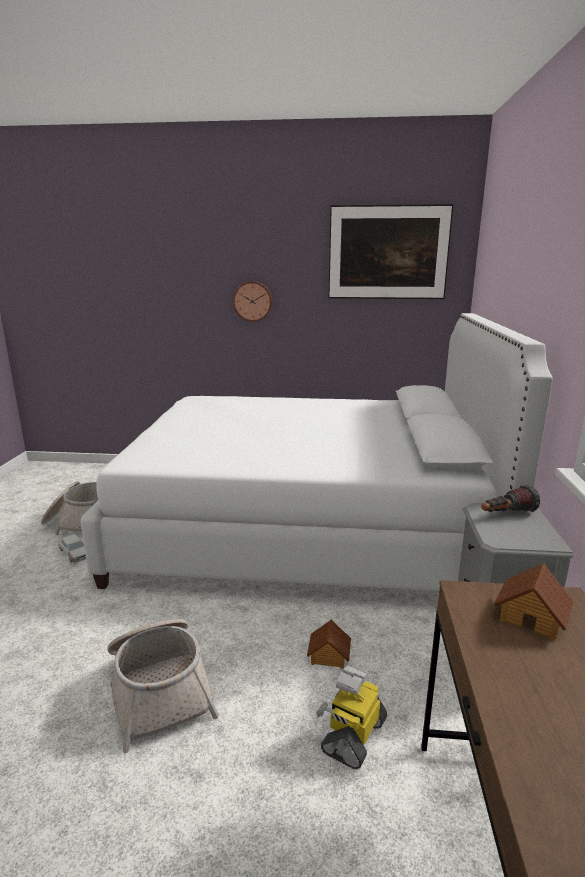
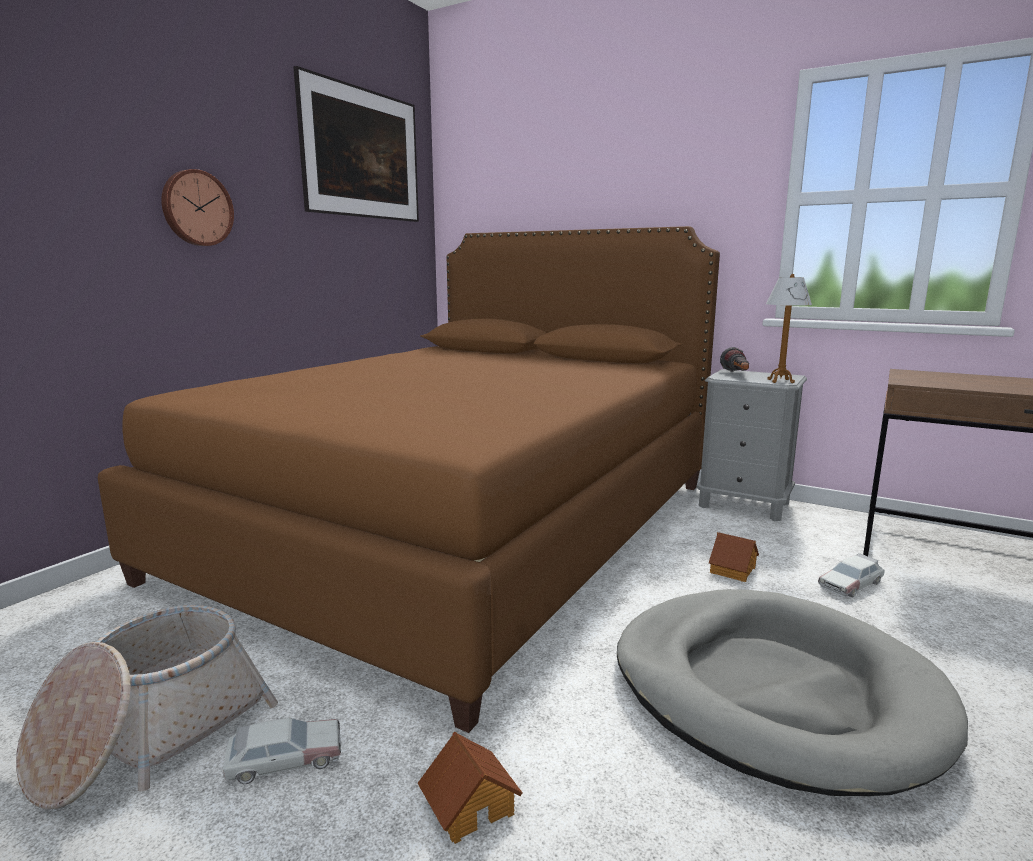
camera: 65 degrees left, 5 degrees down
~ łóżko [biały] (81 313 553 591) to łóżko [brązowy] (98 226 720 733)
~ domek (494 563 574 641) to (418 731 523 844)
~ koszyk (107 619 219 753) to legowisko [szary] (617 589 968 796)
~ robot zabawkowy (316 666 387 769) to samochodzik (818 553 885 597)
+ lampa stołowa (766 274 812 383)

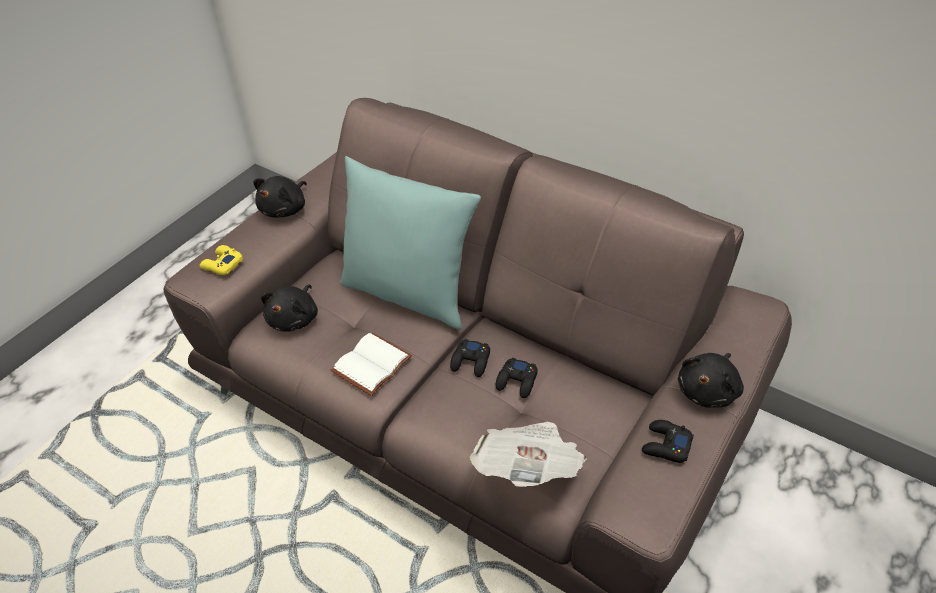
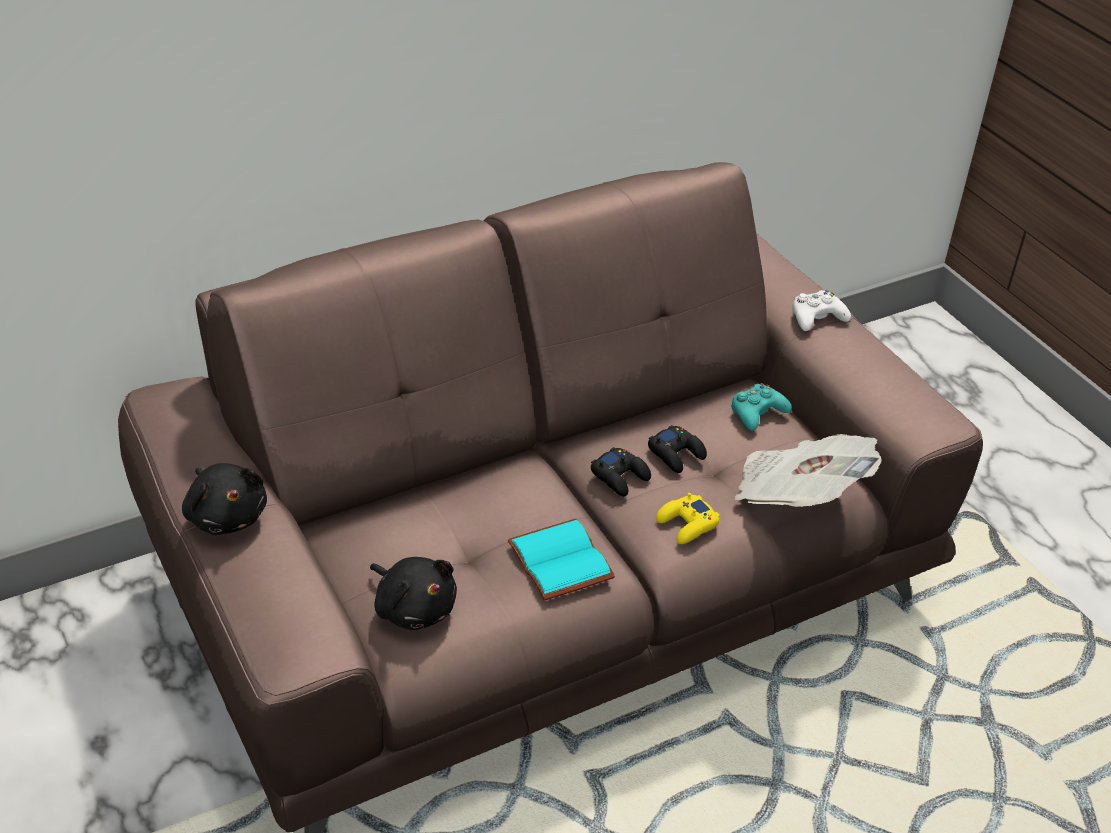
camera: 65 degrees left, 5 degrees down
- poduszka [turkusowy] (340 156 481 330)
~ pad do gier [żółty] (200 245 243 275) to (656 492 720 544)
~ książka [biały] (331 332 412 396) to książka [turkusowy] (508 519 615 600)
~ pluszak [czarny] (678 353 744 408) to pad do gier [biały] (792 290 851 331)
- pad do gier [czarny] (642 420 694 463)
+ pad do gier [turkusowy] (731 383 792 431)

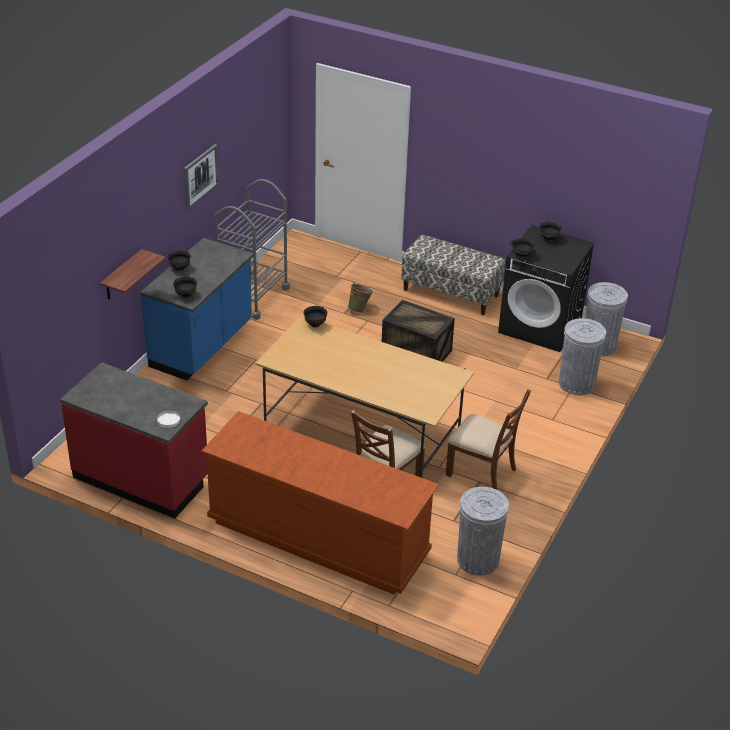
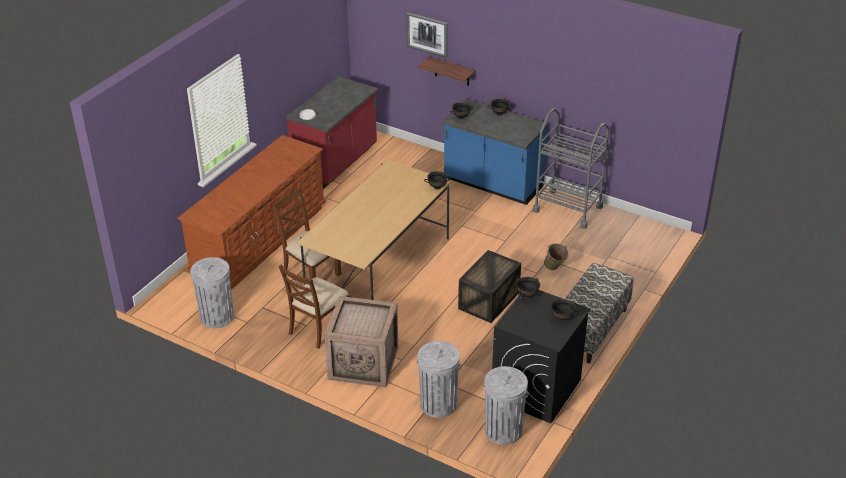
camera: 95 degrees right, 0 degrees up
~ obraz (184 144 219 210) to (407 12 448 58)
+ skrzynka (324 296 398 387)

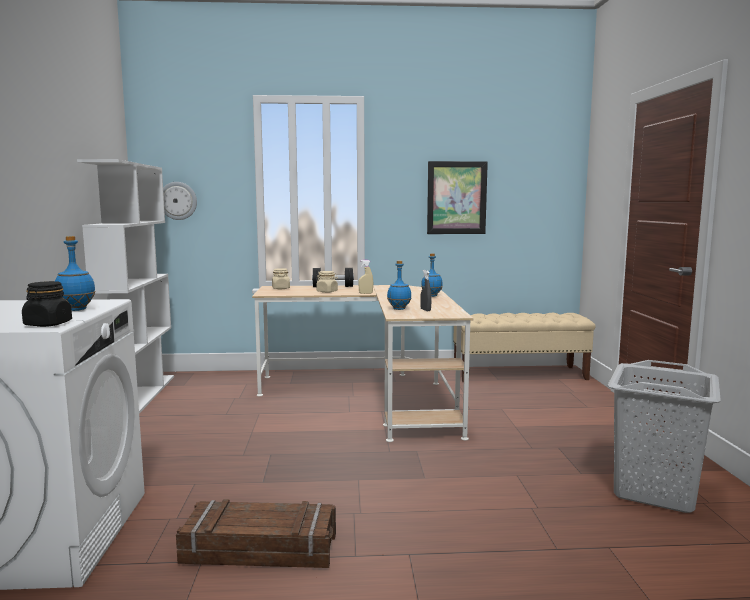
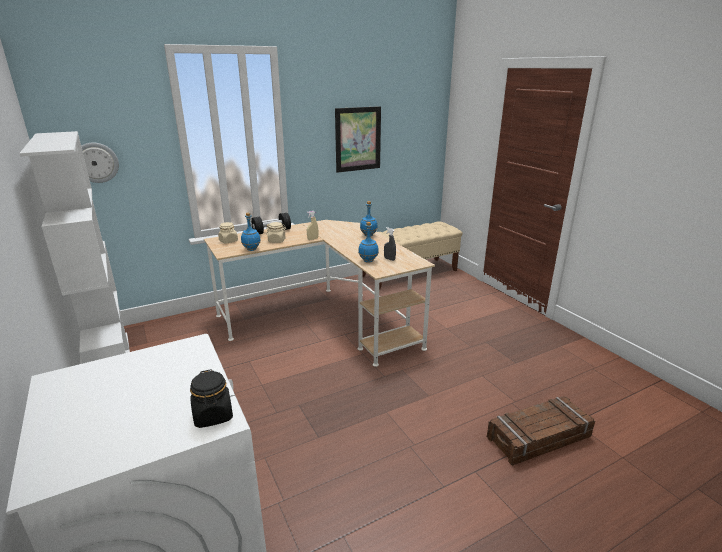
camera: 25 degrees left, 15 degrees up
~ butelka [niebieski] (55 236 96 311) to (241 213 261 251)
- kosz na pranie [szary] (608 360 721 513)
~ skrzynka (176 499 336 568) to (487 396 595 466)

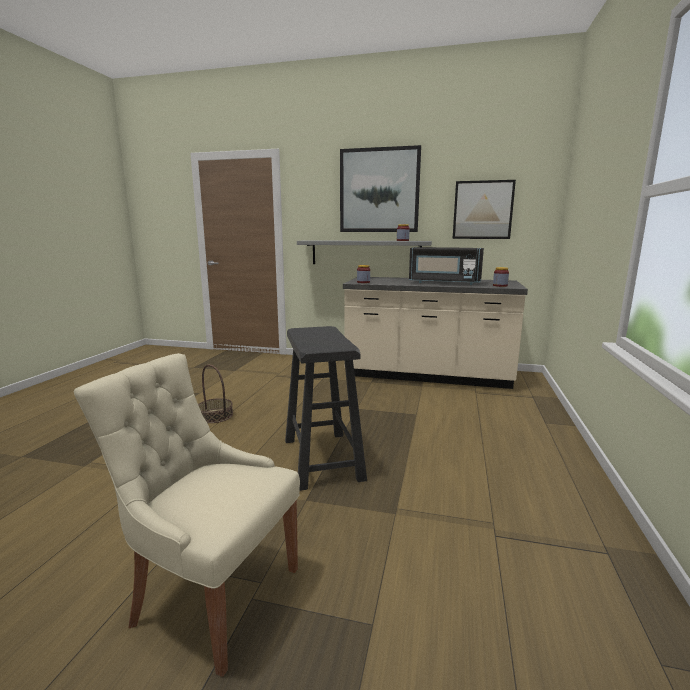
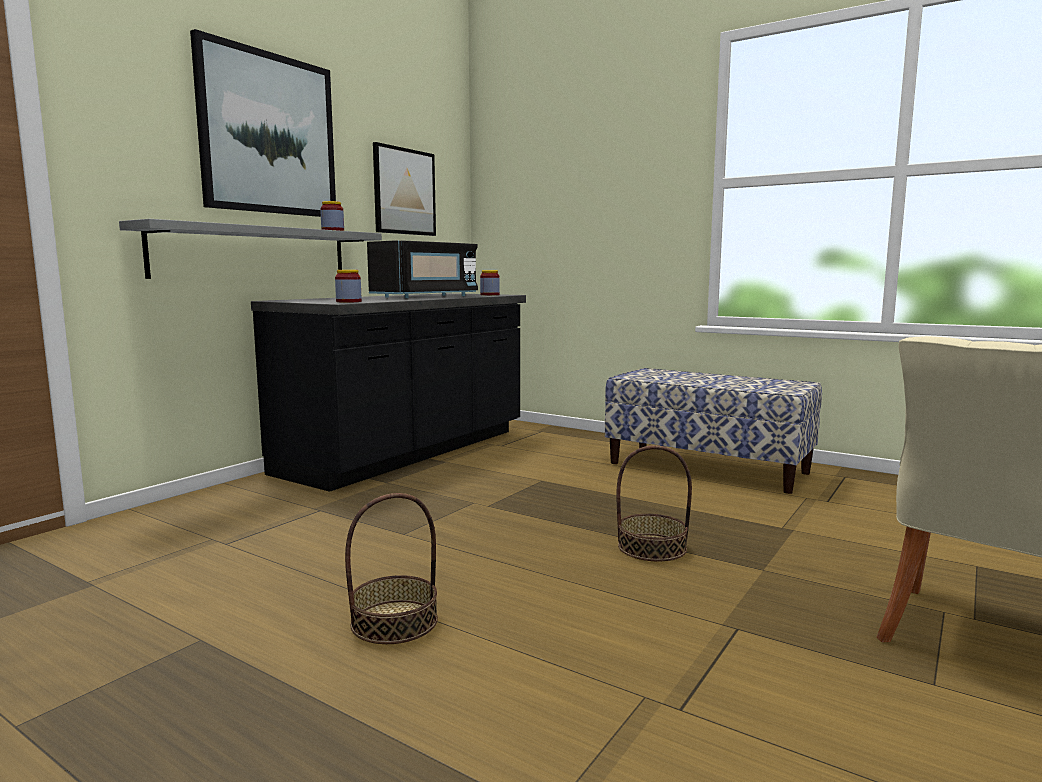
camera: 70 degrees left, 5 degrees down
~ zabudowa kuchenna [beżowy] (343 277 528 389) to zabudowa kuchenna [czarny] (251 293 526 492)
~ stołek [czarny] (285 326 367 491) to koszyk (616 445 692 561)
+ ławka (605 368 822 494)

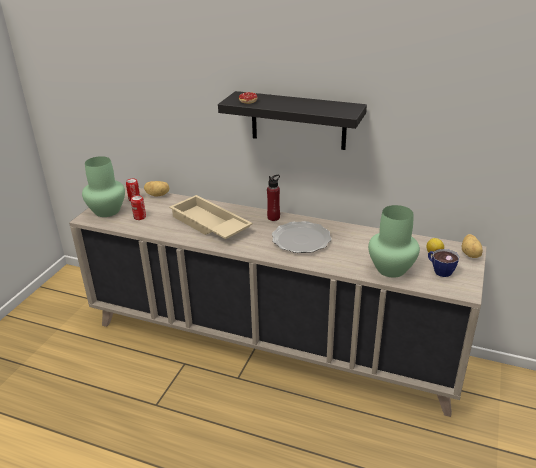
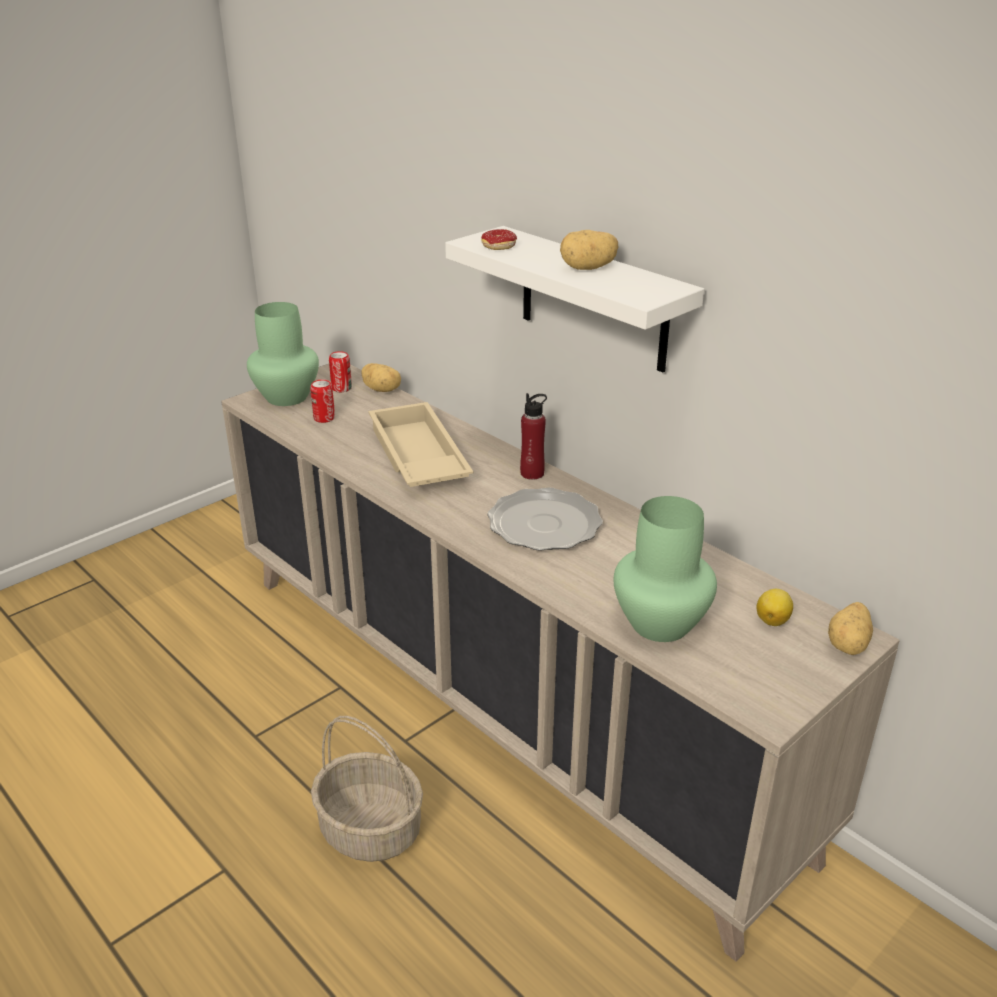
camera: 25 degrees right, 0 degrees up
~ półka [czarny] (218 91 367 150) to półka [biały] (445 226 704 372)
- filiżanka (428 249 459 277)
+ ziemniak (560 230 618 270)
+ koszyk (311 716 423 862)

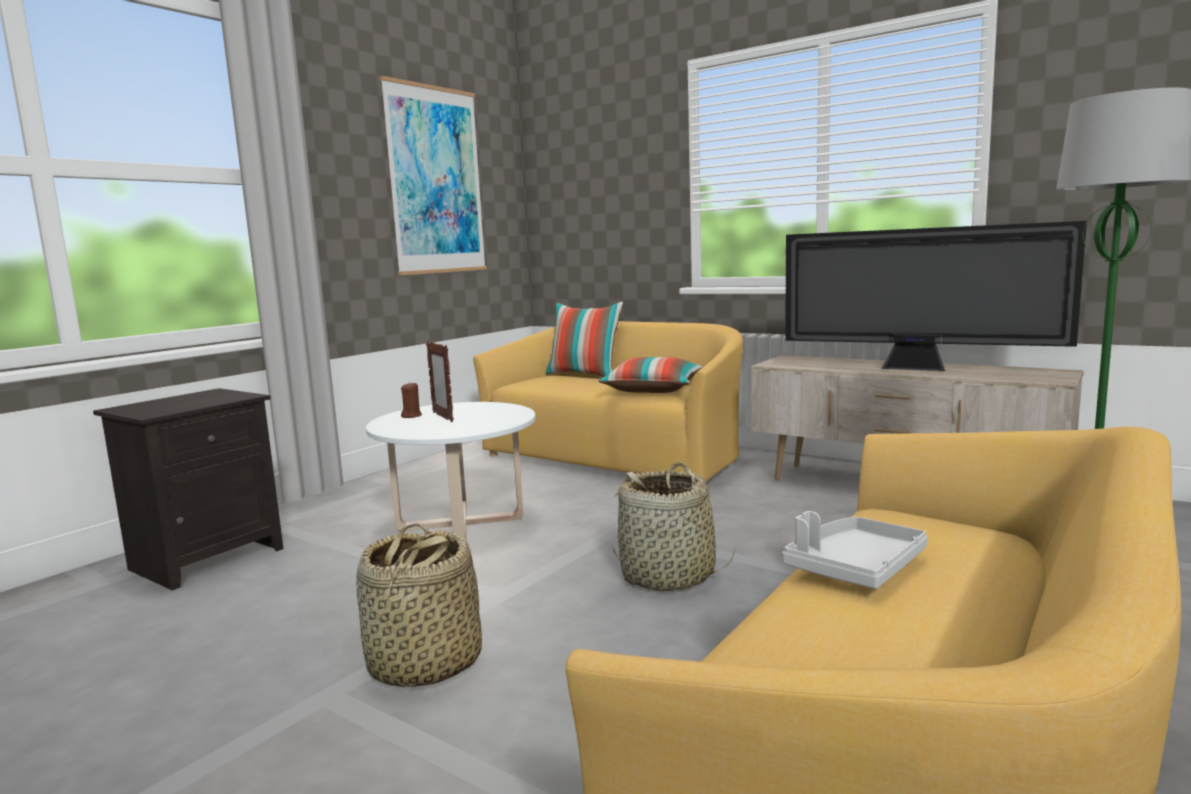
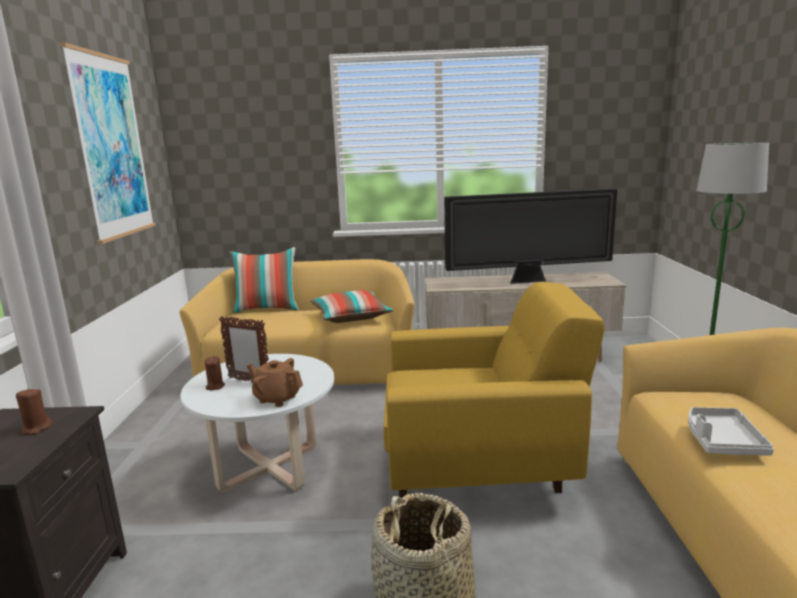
camera: 35 degrees left, 5 degrees up
~ koszyk (612 462 735 591) to fotel [żółty] (384 282 605 497)
+ imbryk [brązowy] (247 358 303 407)
+ świeca [brązowy] (16 388 52 435)

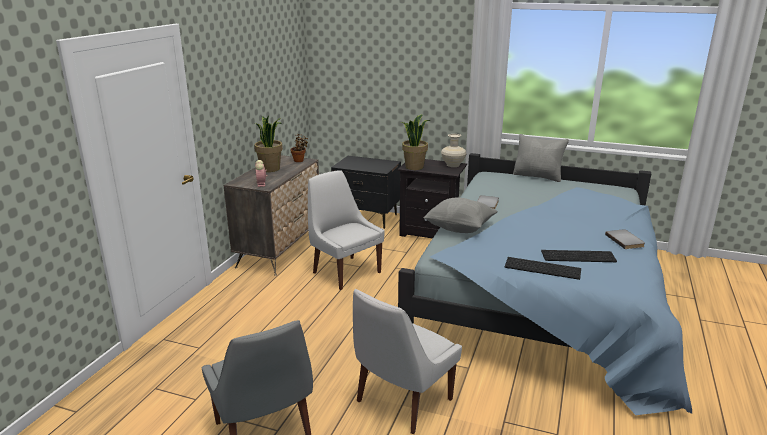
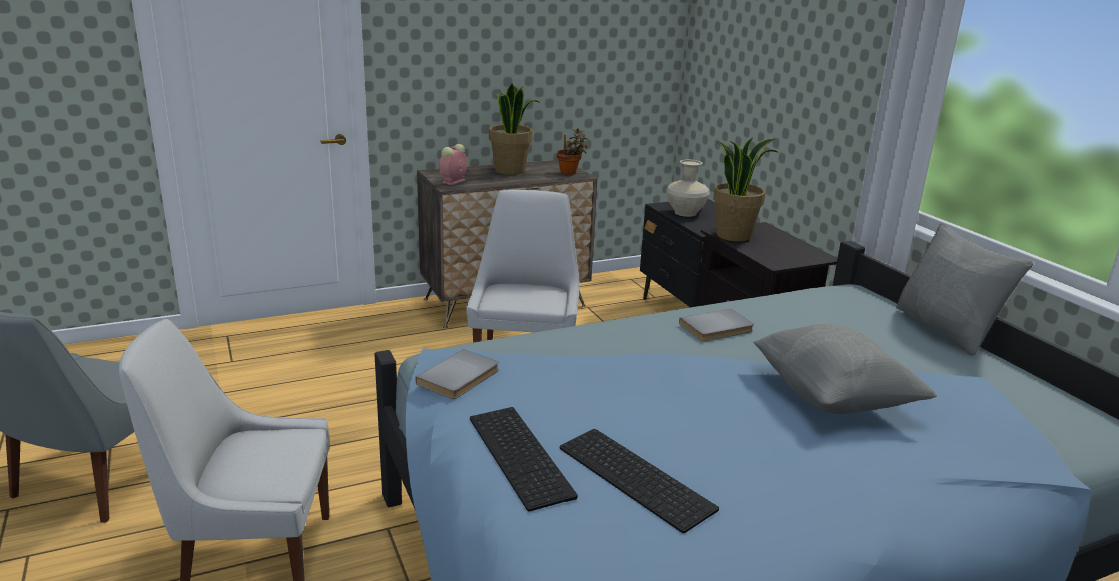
camera: 45 degrees right, 0 degrees up
~ wazon [beżowy] (441 134 467 167) to (666 159 710 217)
~ poduszka [szary] (423 197 498 233) to (753 324 937 414)
~ książka [szary] (605 229 645 249) to (415 349 499 399)

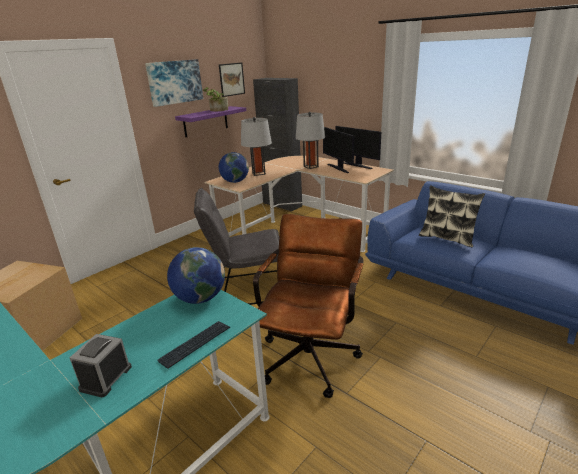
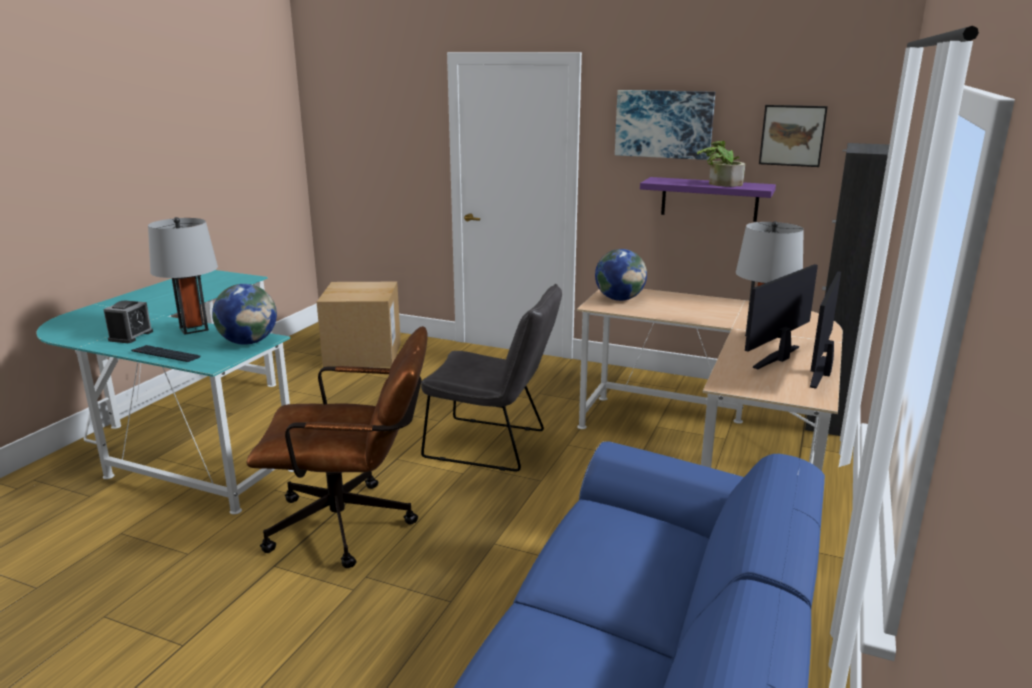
camera: 70 degrees right, 5 degrees down
~ lampa stołowa [szary] (241 117 272 176) to (148 217 218 335)
- poduszka (419 185 485 248)
~ krzesło [szary] (194 188 279 305) = (421 284 562 472) 135 degrees clockwise
~ budzik (70 334 132 398) = (103 300 153 343) 105 degrees clockwise

